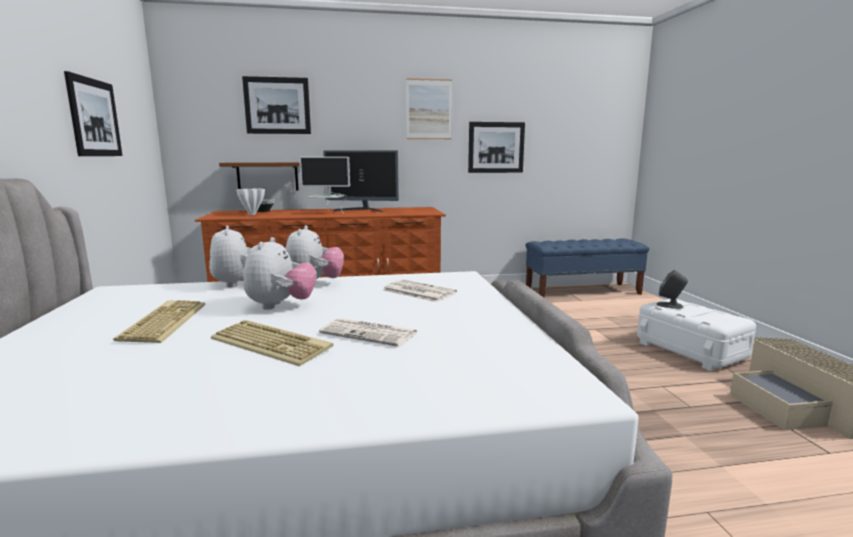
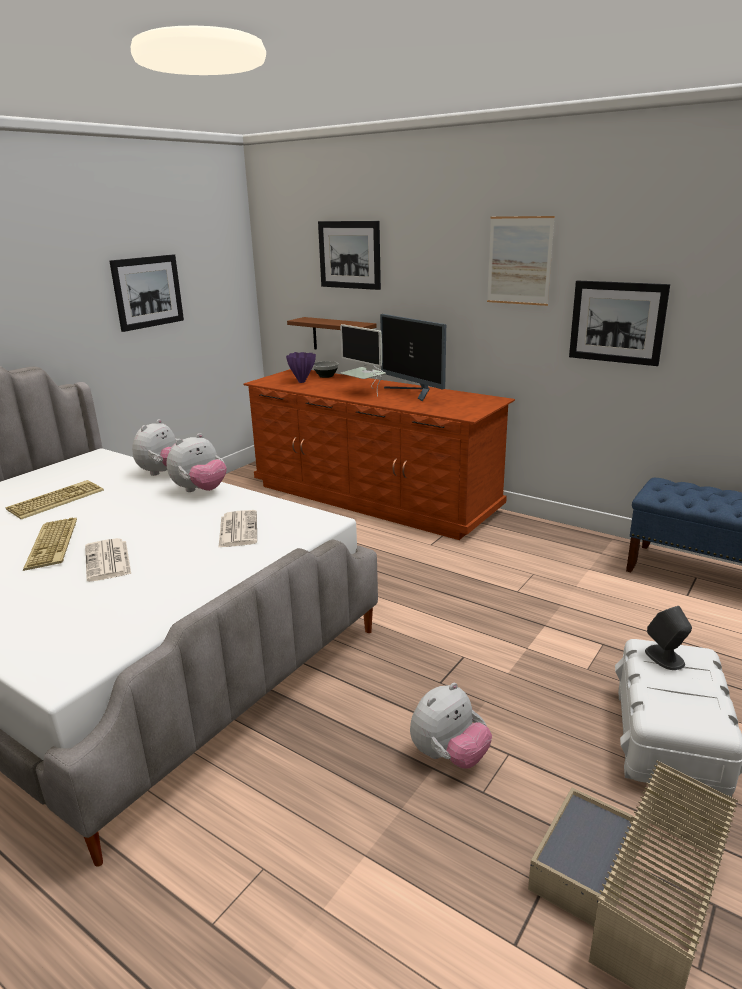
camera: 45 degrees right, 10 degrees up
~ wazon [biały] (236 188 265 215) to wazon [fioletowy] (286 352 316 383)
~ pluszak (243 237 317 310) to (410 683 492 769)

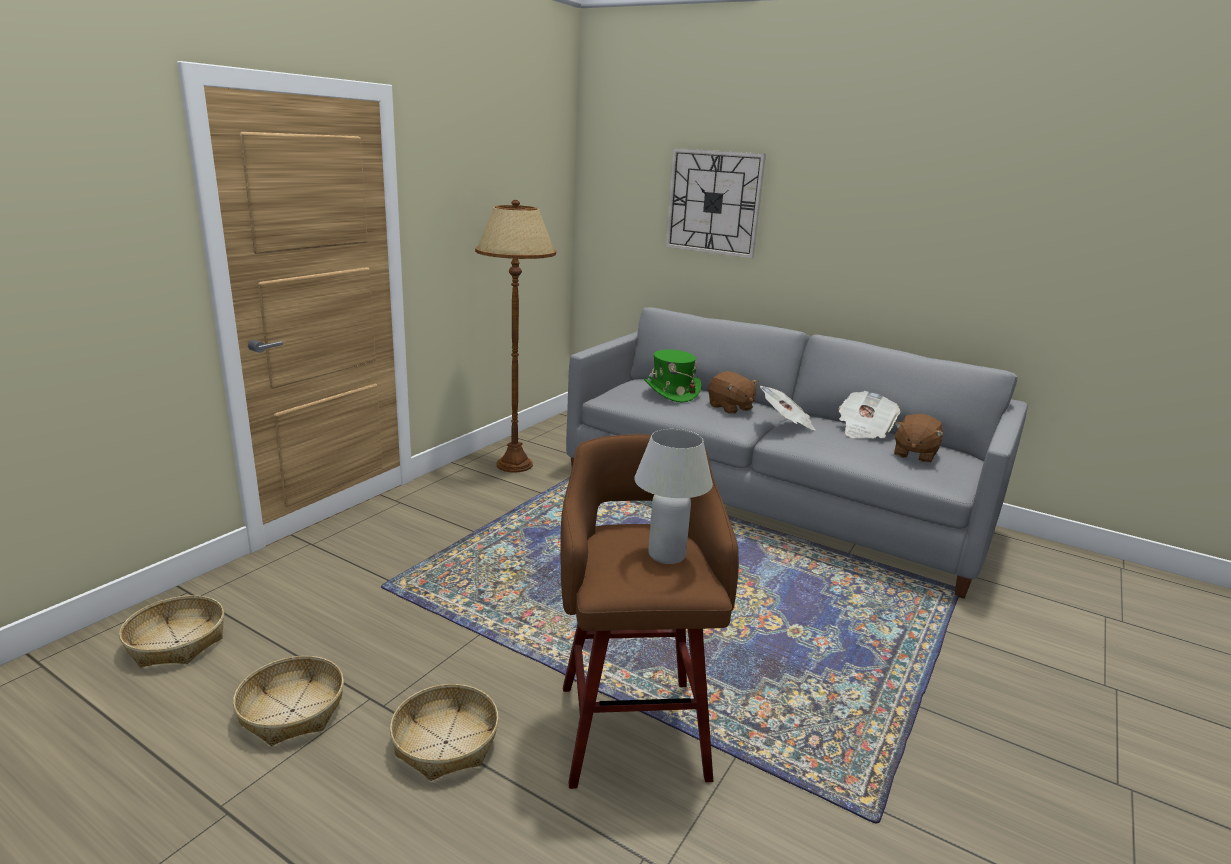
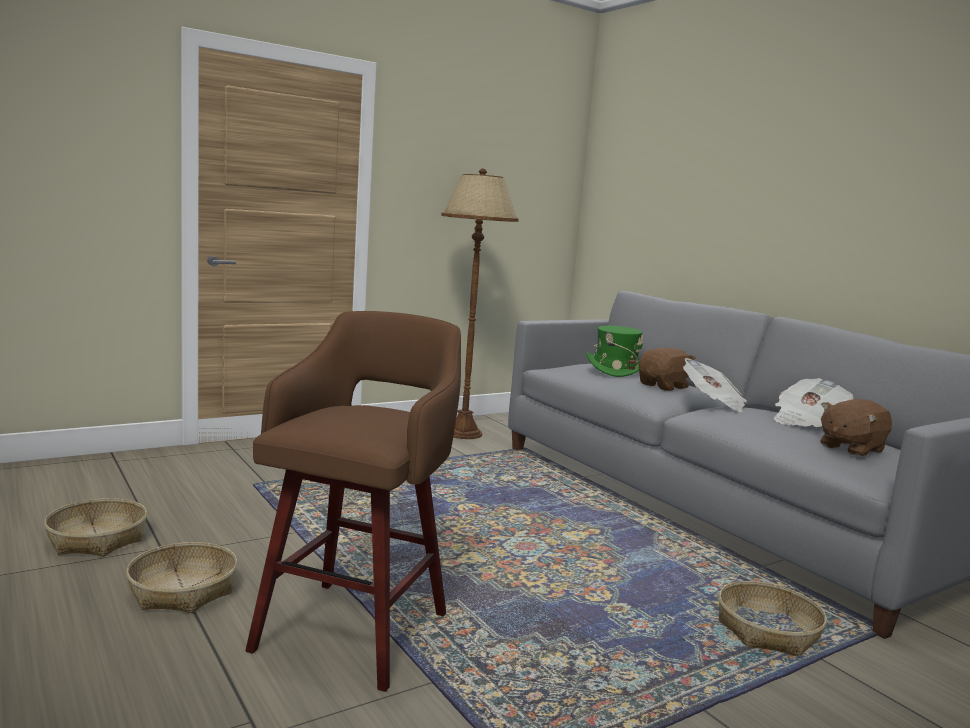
camera: 25 degrees right, 10 degrees down
- zegar ścienny (665 148 766 259)
~ pluszak [brązowy] (708 371 758 414) = (639 348 696 391) 120 degrees counterclockwise
- lampa stołowa [biały] (634 429 713 564)
~ koszyk (119 595 224 667) to (719 581 827 657)

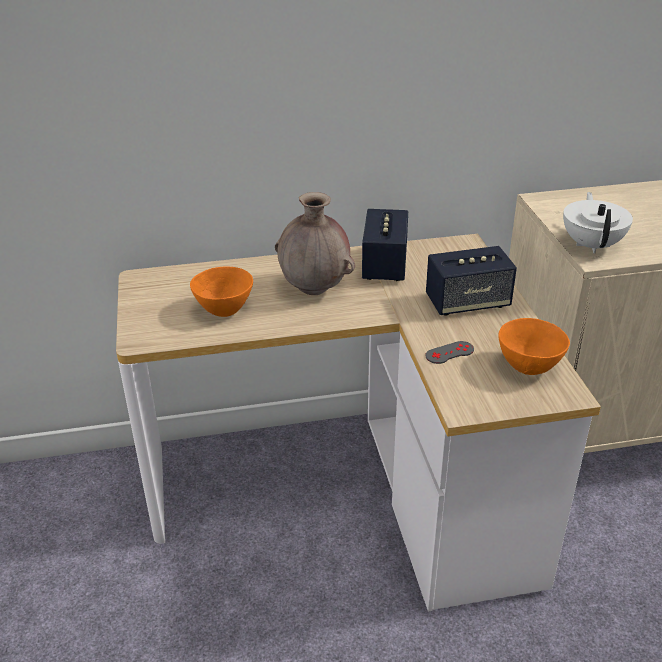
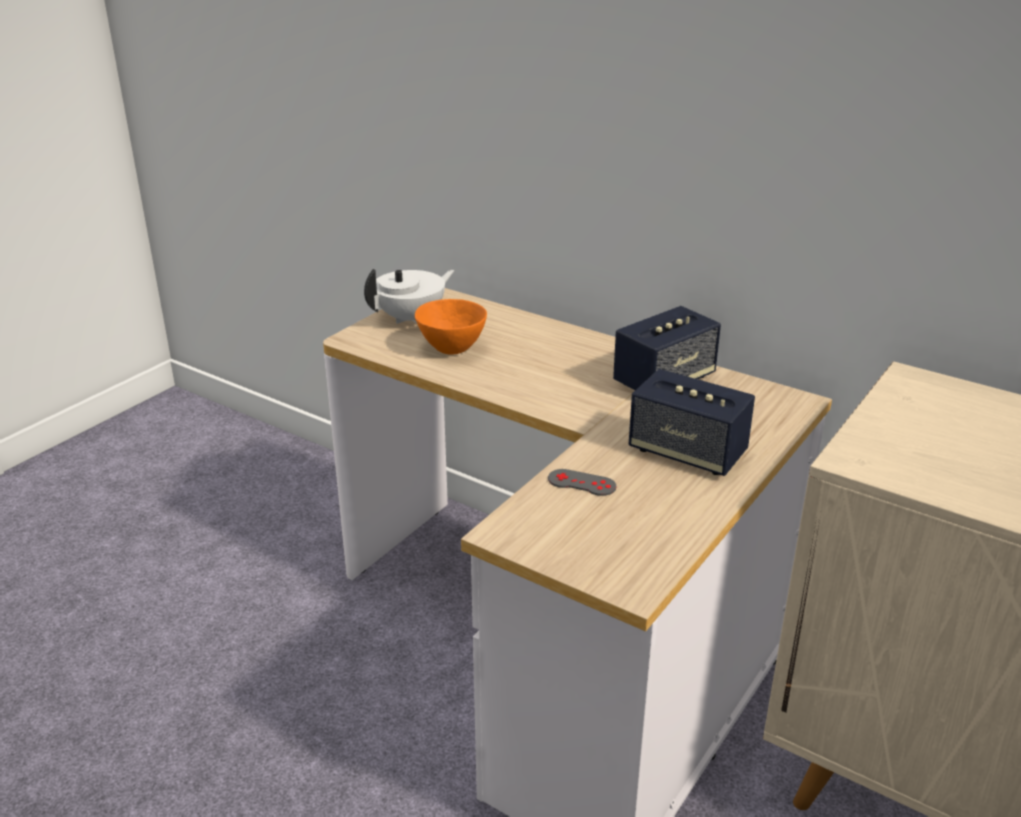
camera: 45 degrees right, 5 degrees down
- wazon [brązowy] (275 192 355 295)
~ imbryk [biały] (563 192 633 253) to (364 269 455 324)
- miska [pomarańczowy] (498 318 570 375)

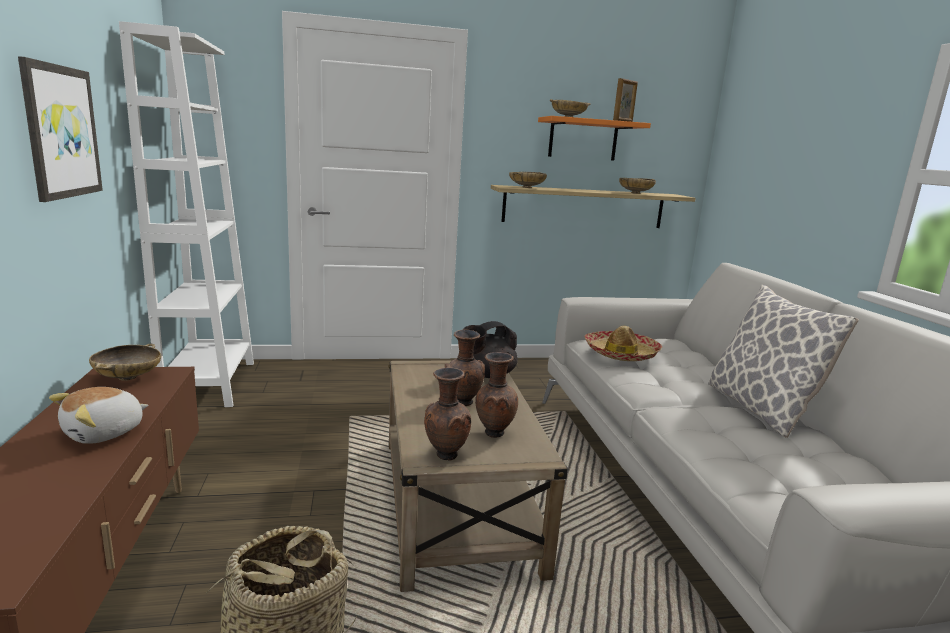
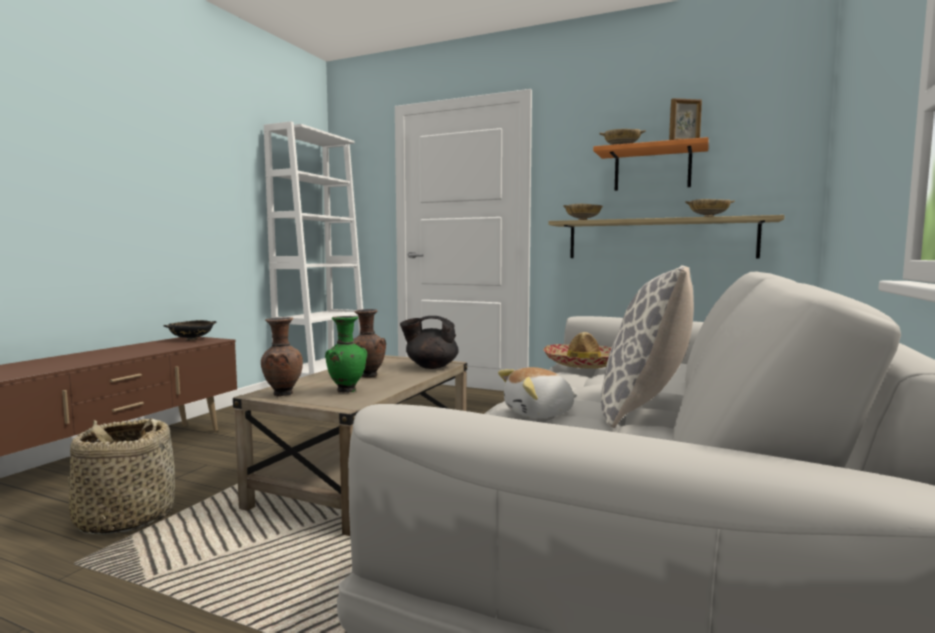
camera: 35 degrees right, 10 degrees down
- obraz (18 56 103 202)
~ miska [beżowy] (89 344 161 381) to miska [czarny] (164 320 216 340)
~ wazon [brązowy] (475 352 518 438) to wazon [zielony] (325 316 367 393)
~ pluszak (49 387 148 444) to (498 367 577 418)

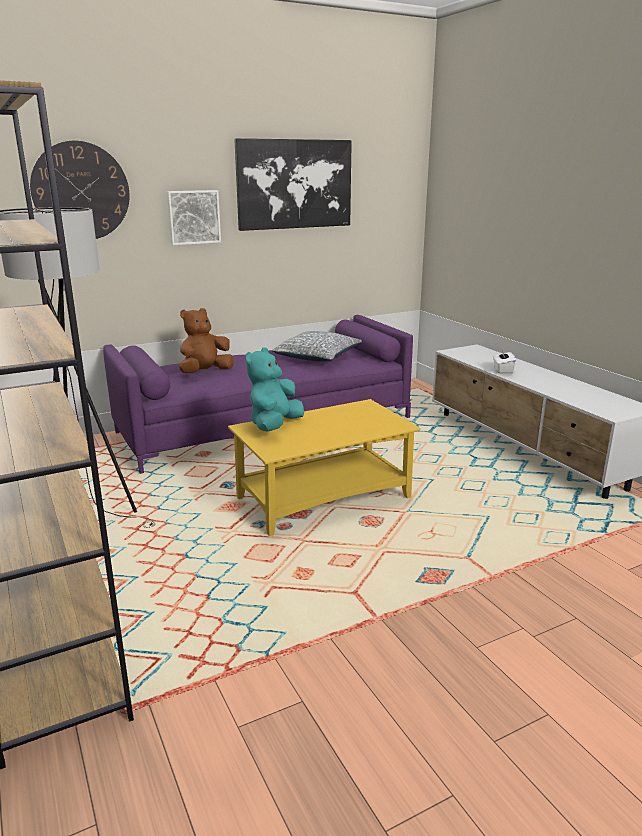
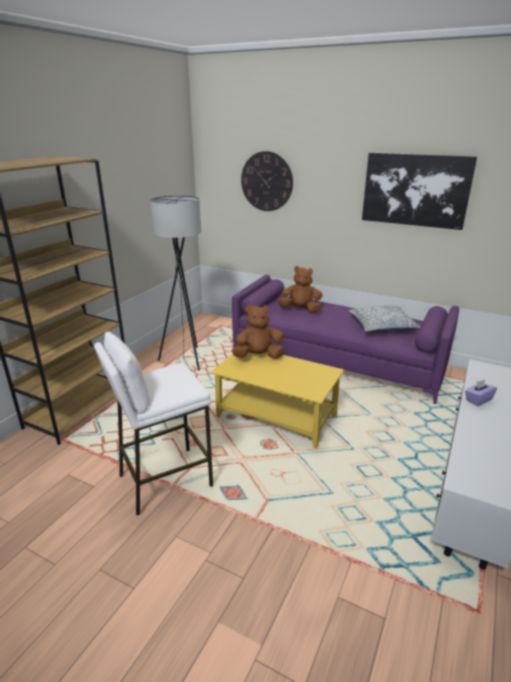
camera: 55 degrees right, 5 degrees up
- obraz (167 190 221 245)
~ pluszak [turkusowy] (246 348 304 431) to pluszak [brązowy] (232 305 284 359)
~ pudełko chusteczek [biały] (493 350 516 374) to pudełko chusteczek [fioletowy] (465 379 497 406)
+ stołek [biały] (94 332 213 516)

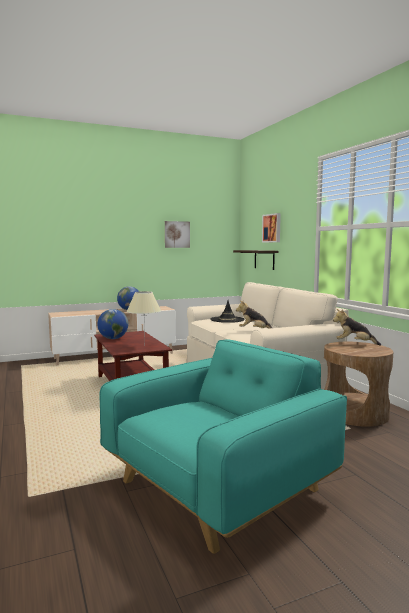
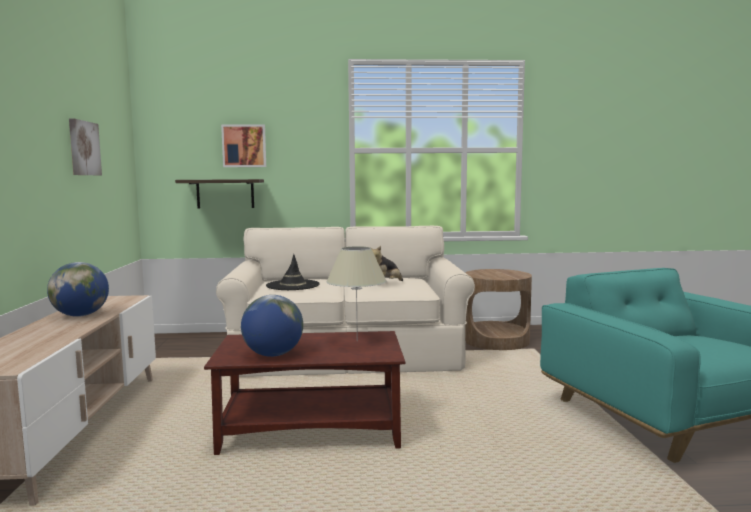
camera: 70 degrees left, 0 degrees up
- pluszak (333 309 381 346)

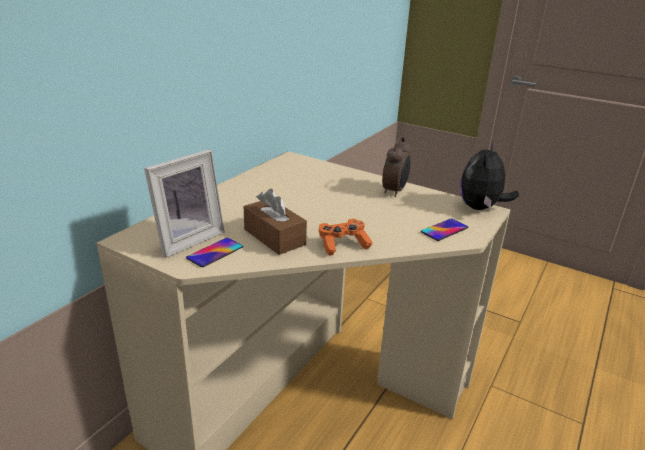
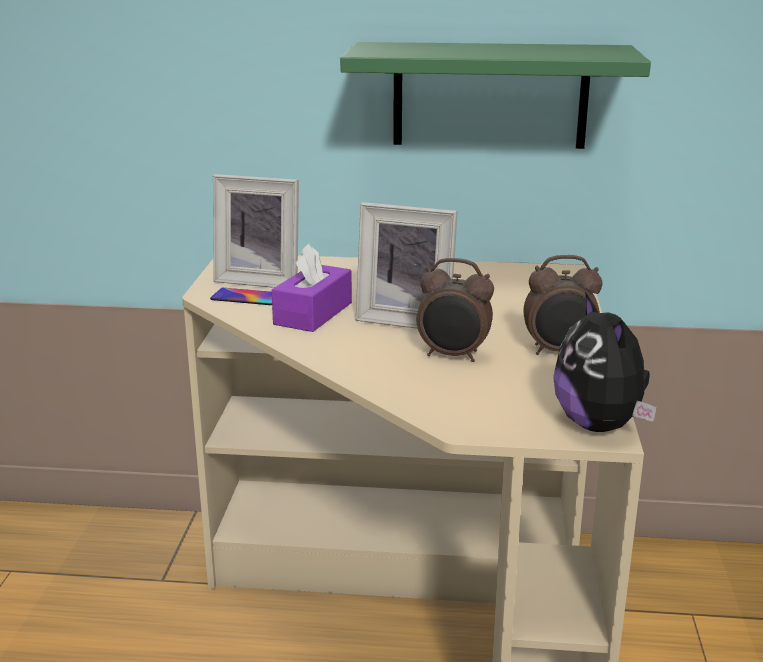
camera: 65 degrees right, 5 degrees down
~ pluszak (460 142 519 210) = (553 292 657 432) 105 degrees counterclockwise
~ pudełko chusteczek [brązowy] (244 189 307 255) to pudełko chusteczek [fioletowy] (271 244 352 332)
- pad do gier [pomarańczowy] (319 219 373 256)
- telefon (421 219 468 241)
+ półka [zielony] (340 42 651 149)
+ ramka na zdjęcie (356 202 458 329)
+ budzik (416 258 494 362)

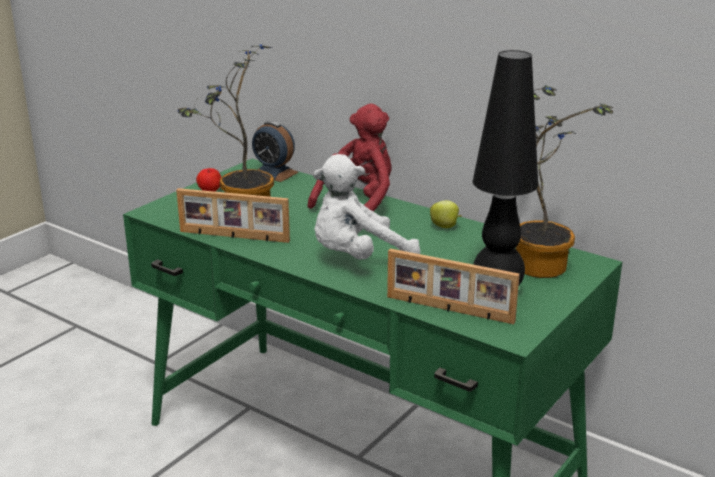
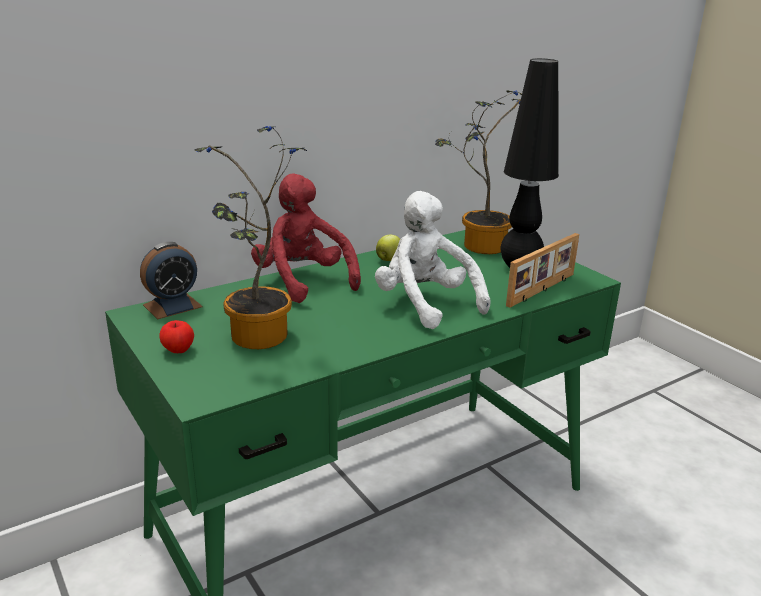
camera: 70 degrees left, 0 degrees up
~ pluszak [biały] (313 154 420 260) = (375 191 491 329) 150 degrees clockwise
- ramka na zdjęcie (176 188 290 243)

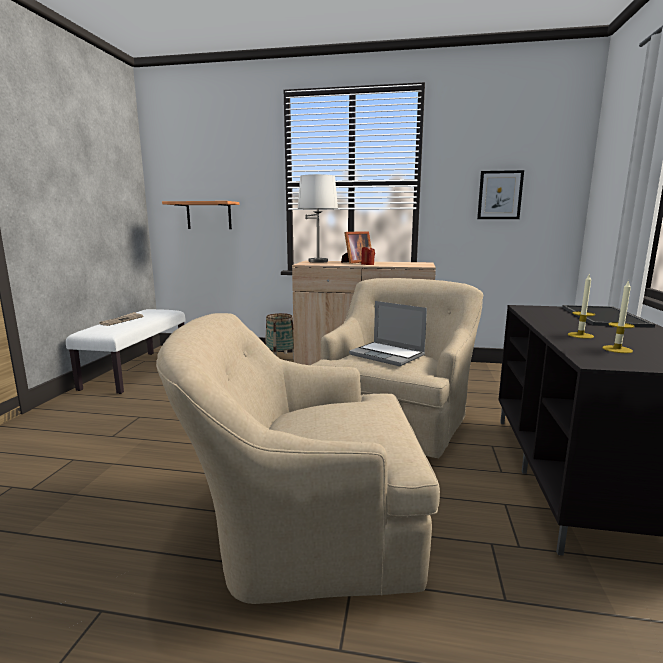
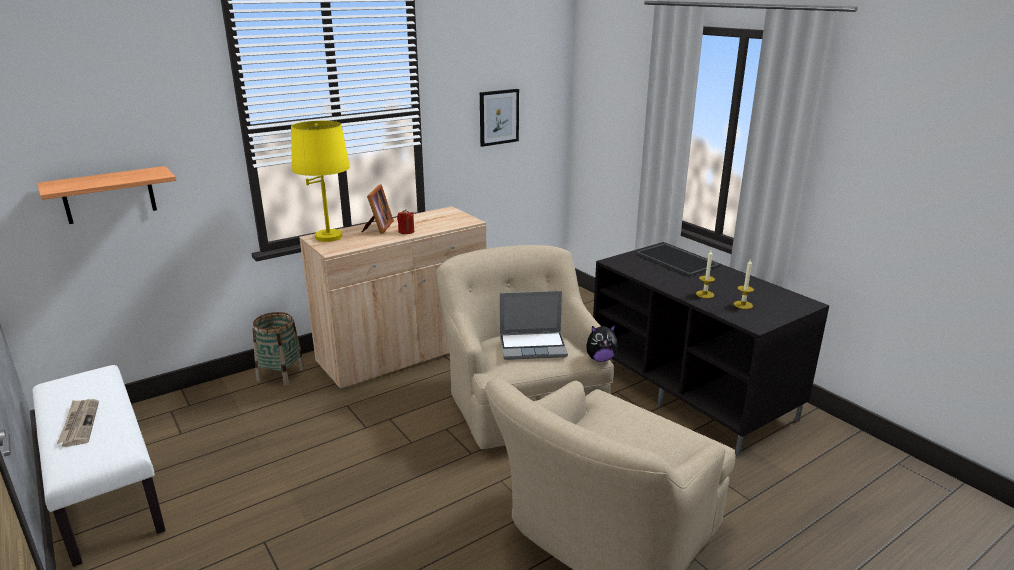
camera: 45 degrees left, 10 degrees up
~ lampa stołowa [biały] (298 174 338 263) to lampa stołowa [żółty] (291 121 350 242)
+ pluszak (586 325 618 362)

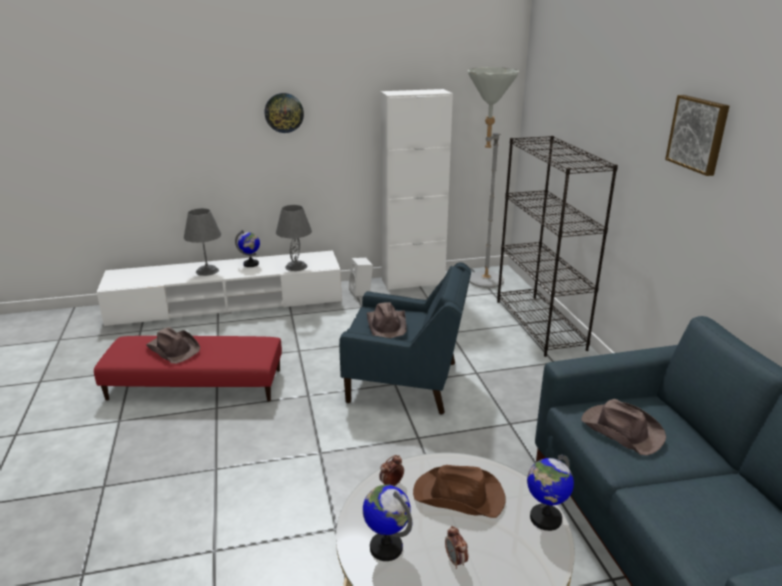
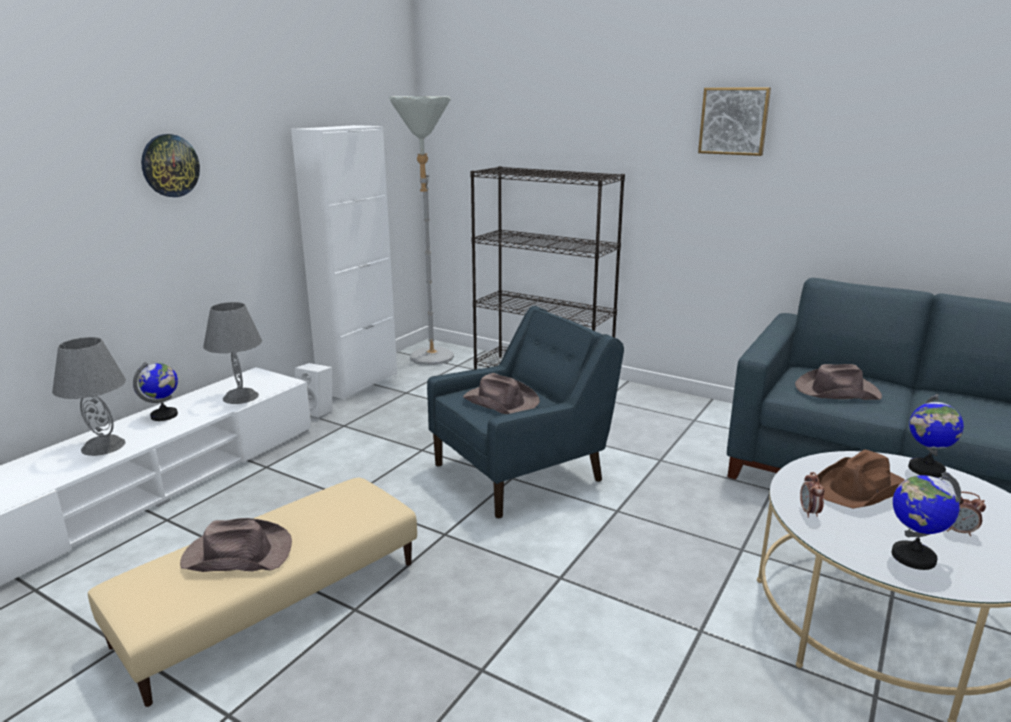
camera: 45 degrees left, 5 degrees down
~ pufa [czerwony] (94 336 282 402) to pufa [beżowy] (88 477 417 707)

